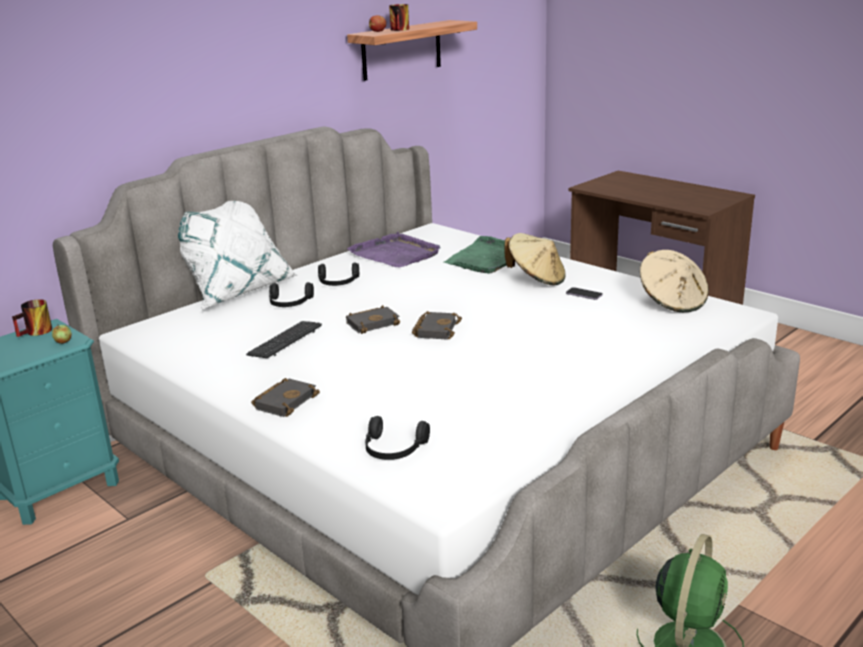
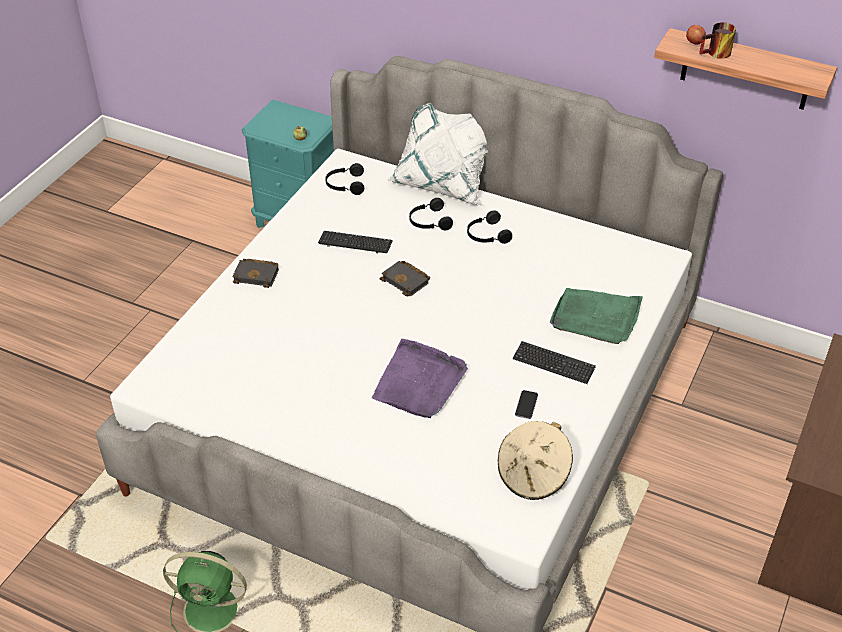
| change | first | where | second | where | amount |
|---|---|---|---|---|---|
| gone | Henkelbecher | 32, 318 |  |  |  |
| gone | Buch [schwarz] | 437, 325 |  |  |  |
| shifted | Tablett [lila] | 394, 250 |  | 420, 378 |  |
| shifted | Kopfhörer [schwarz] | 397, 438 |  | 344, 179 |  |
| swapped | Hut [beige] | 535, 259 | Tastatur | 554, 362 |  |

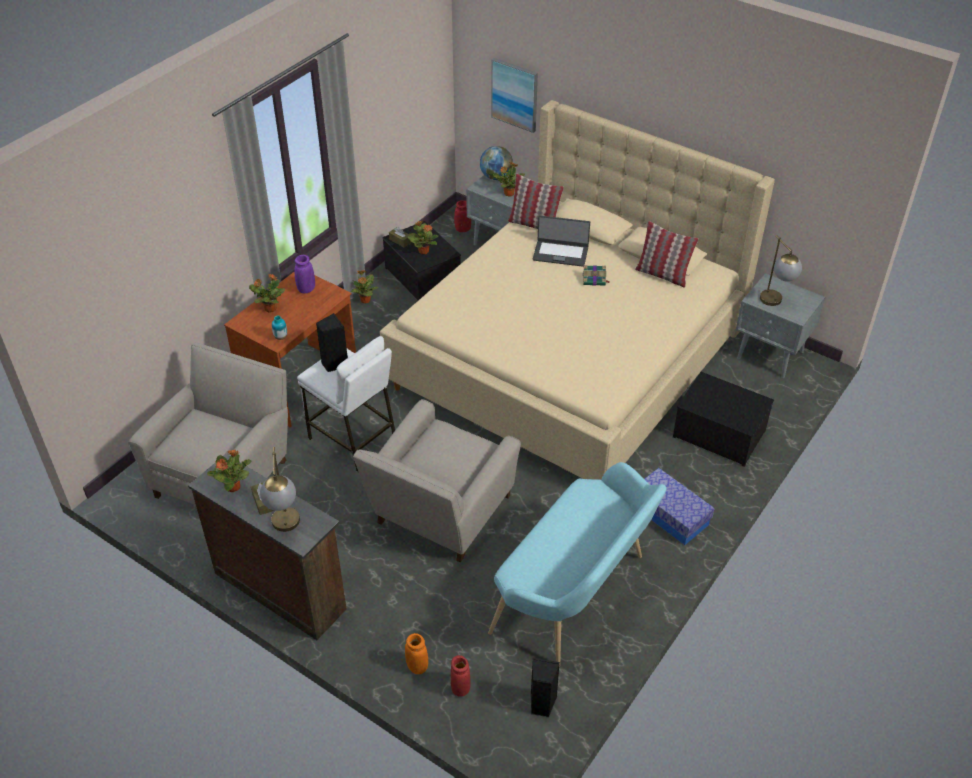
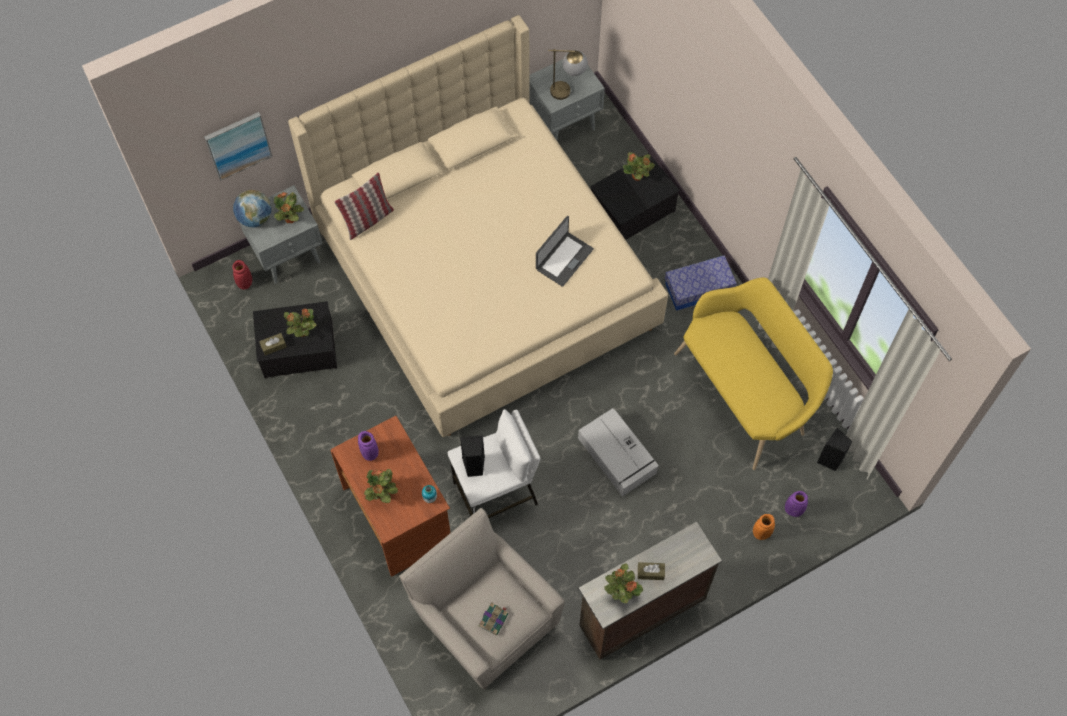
| change | first | where | second | where | amount |
|---|---|---|---|---|---|
| gone | Tischlampe | 280, 489 |  |  |  |
| gone | Kissen | 666, 254 |  |  |  |
| shifted | Topfpflanze | 364, 286 |  | 639, 166 |  |
| shifted | Laptop | 561, 241 |  | 565, 251 |  |
| shifted | Buch | 596, 275 |  | 493, 618 |  |
| swapped | Sessel [beige] | 437, 480 | Aufbewahrungsbox [grau] | 618, 452 |  |
| repainted | Vase [rot] | 461, 676 | Vase [lila] | 796, 504 |  |
| repainted | Bank [türkis] | 577, 564 | Bank [gelb] | 753, 373 |  |

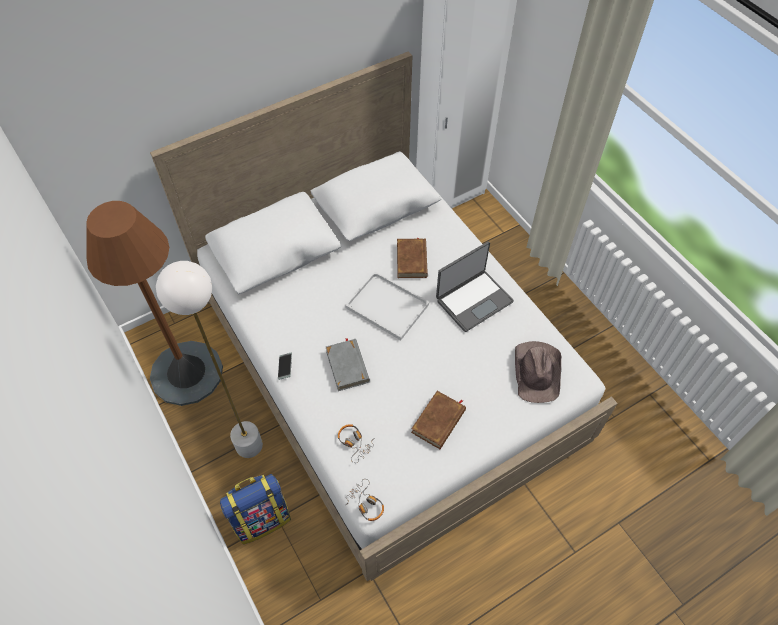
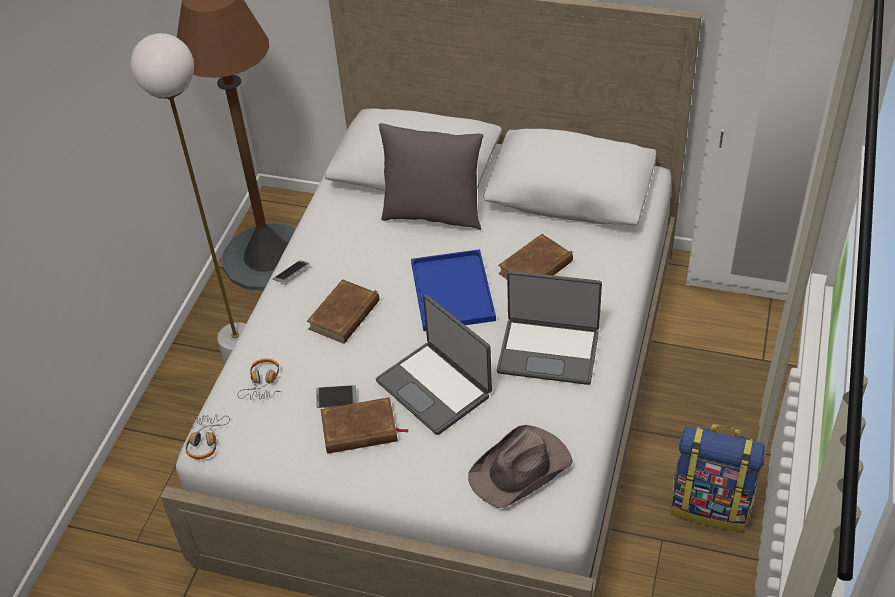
| change | first | where | second | where | amount |
|---|---|---|---|---|---|
| new |  |  | Handy | 336, 396 |  |
| new |  |  | Laptop | 434, 365 |  |
| new |  |  | Kissen [grau] | 431, 176 |  |
| shifted | Rucksack | 255, 509 |  | 717, 478 |  |
| repainted | Buch [grau] | 348, 364 | Buch [braun] | 343, 311 |  |
| repainted | Tablett [weiß] | 387, 306 | Tablett [blau] | 453, 290 |  |

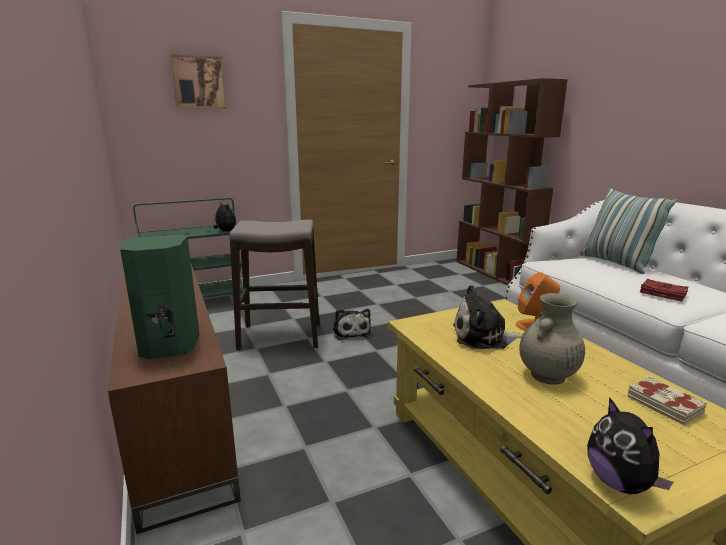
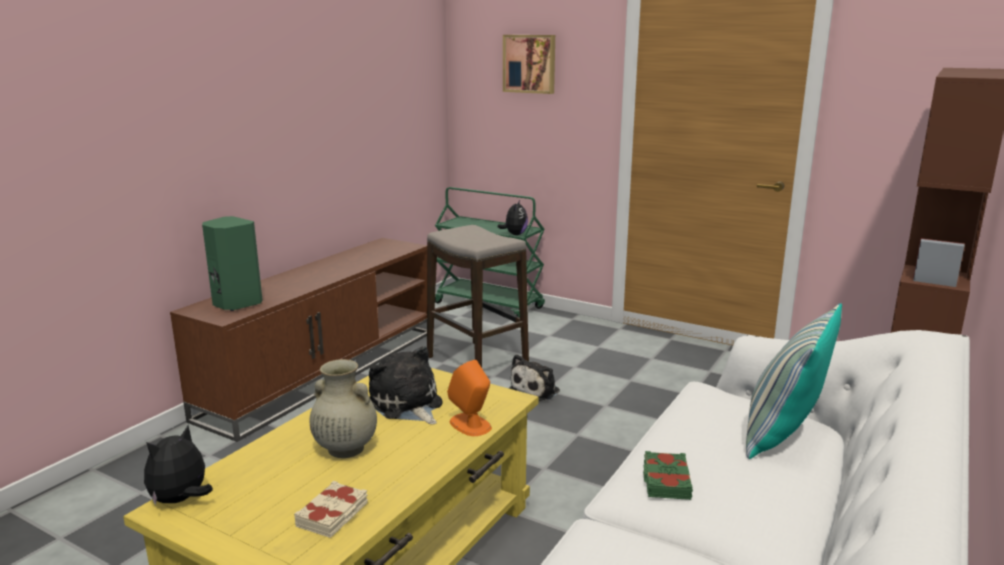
| change | first | where | second | where | amount |
|---|---|---|---|---|---|
| repainted | Buch [rot] | 664, 290 | Buch [grün] | 668, 475 |  |

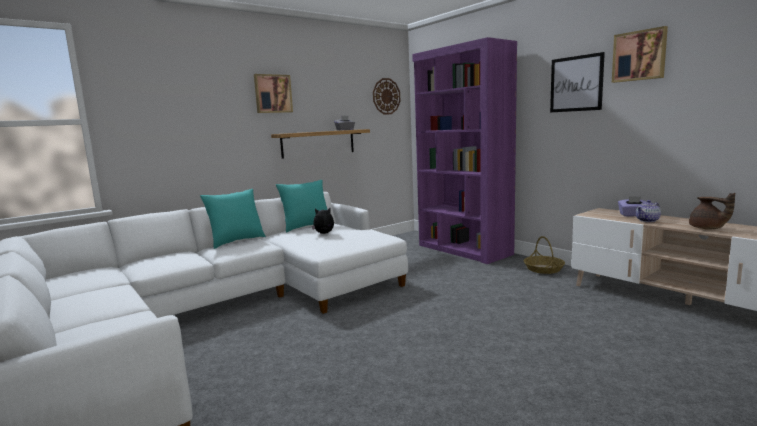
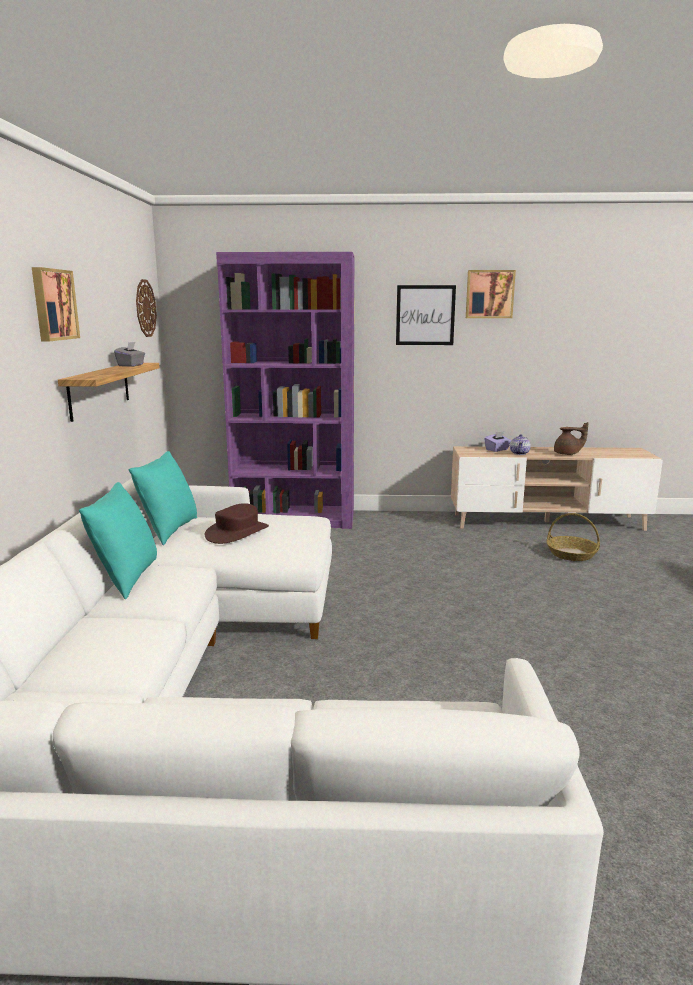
| change | first | where | second | where | amount |
|---|---|---|---|---|---|
| shifted | Korb | 544, 255 |  | 573, 537 |  |
| swapped | Plüschtier | 323, 221 | Hut [braun] | 236, 523 |  |

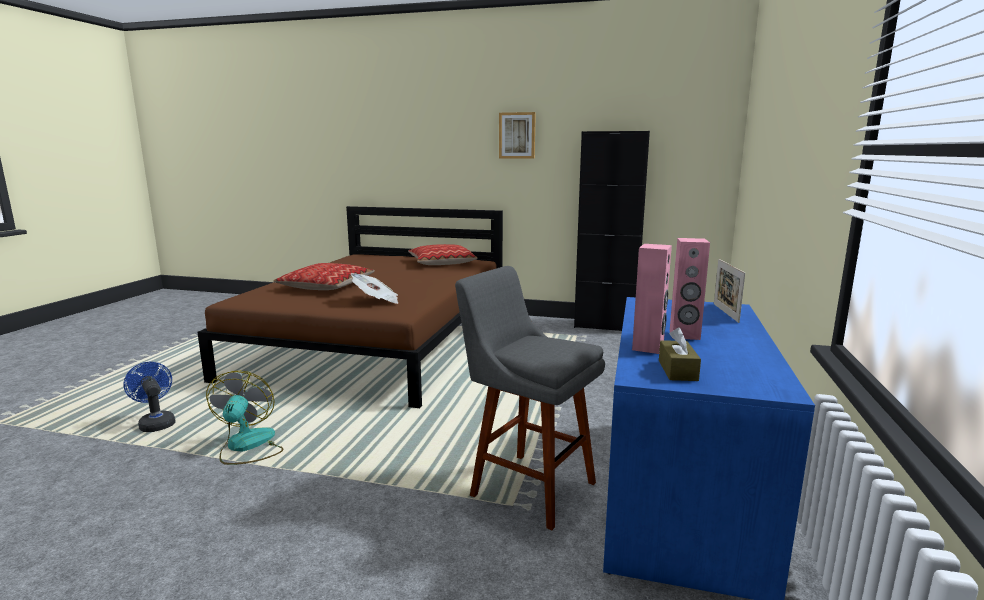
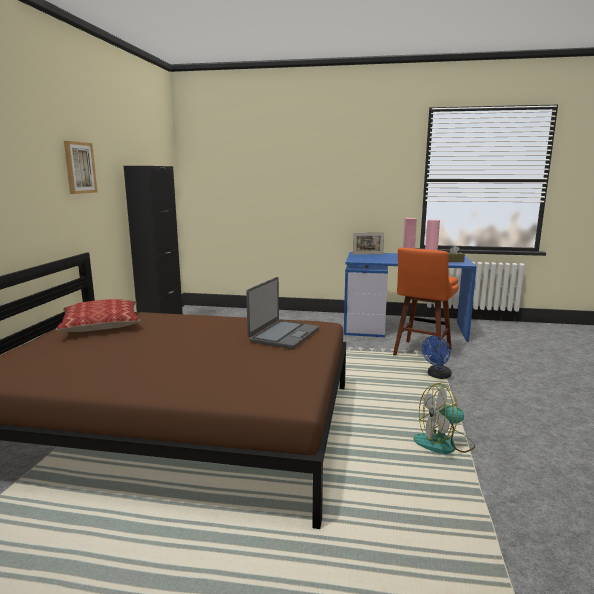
| change | first | where | second | where | amount |
|---|---|---|---|---|---|
| gone | Kissen | 324, 276 |  |  |  |
| shifted | Ventilator [blau] | 149, 397 |  | 436, 357 |  |
| swapped | Zeitung | 374, 288 | Laptop | 282, 313 |  |
| repainted | Hocker [grau] | 530, 398 | Hocker [orange] | 426, 302 |  |

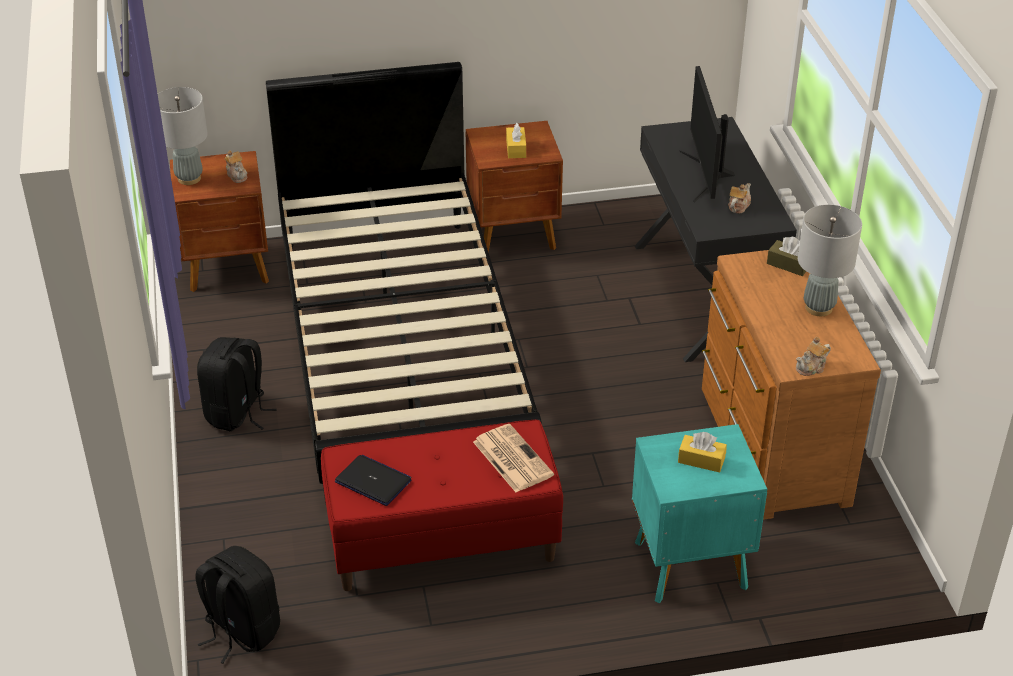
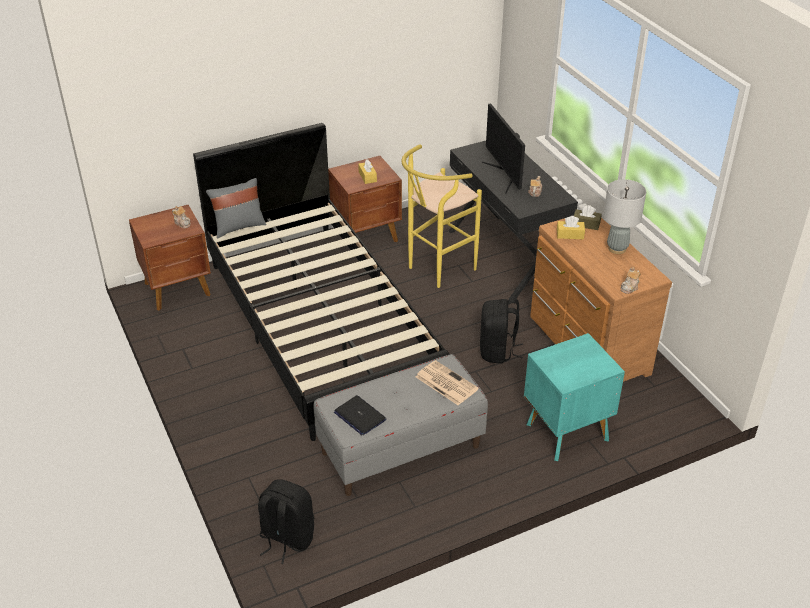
| change | first | where | second | where | amount |
|---|---|---|---|---|---|
| gone | Tischlampe [grau] | 183, 136 |  |  |  |
| new |  |  | Kissen [grau] | 236, 208 |  |
| new |  |  | Hocker [gelb] | 441, 216 |  |
| shifted | Rucksack [schwarz] | 237, 384 |  | 501, 330 |  |
| shifted | Taschentuchbox [gelb] | 702, 452 |  | 571, 228 |  |
| repainted | Bank [rot] | 442, 505 | Bank [grau] | 400, 425 |  |
| rotated | Laptop | 373, 480 |  | 360, 415 | 150 degrees counterclockwise |

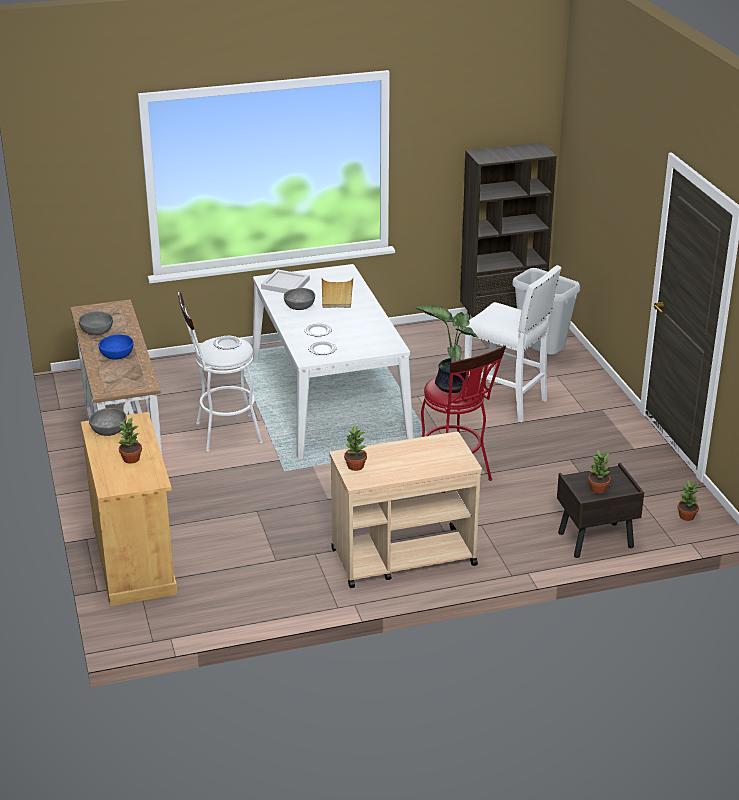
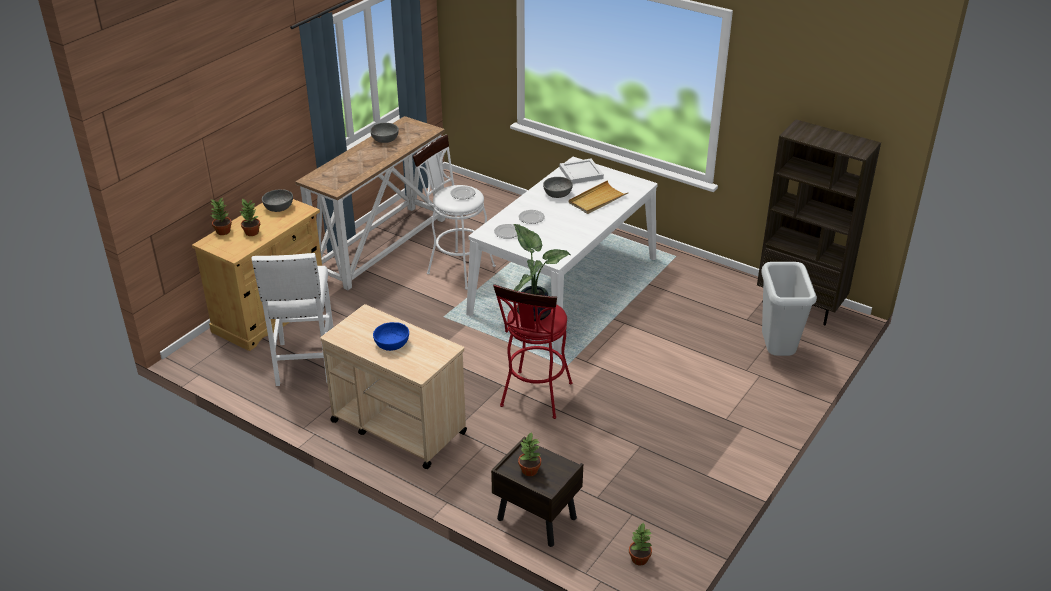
| change | first | where | second | where | amount |
|---|---|---|---|---|---|
| shifted | Schüssel [blau] | 116, 347 |  | 391, 336 |  |
| shifted | Topfpflanze | 355, 448 |  | 221, 216 |  |
| shifted | Hocker [weiß] | 513, 344 |  | 292, 319 |  |

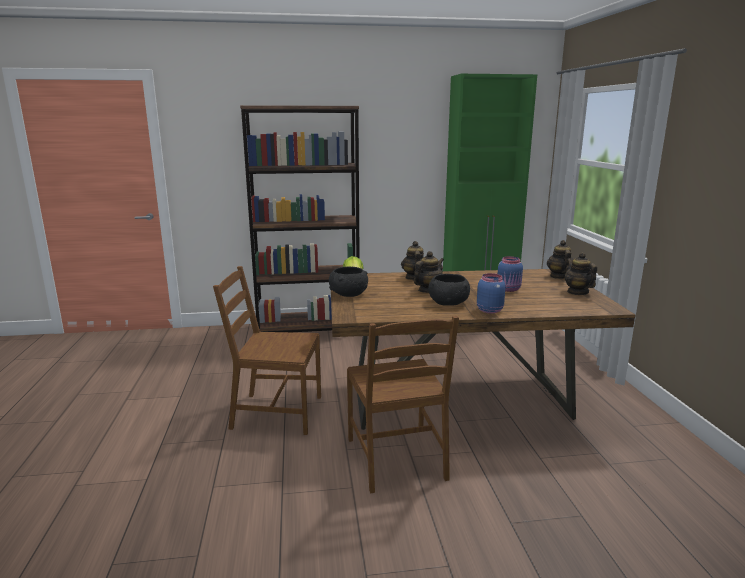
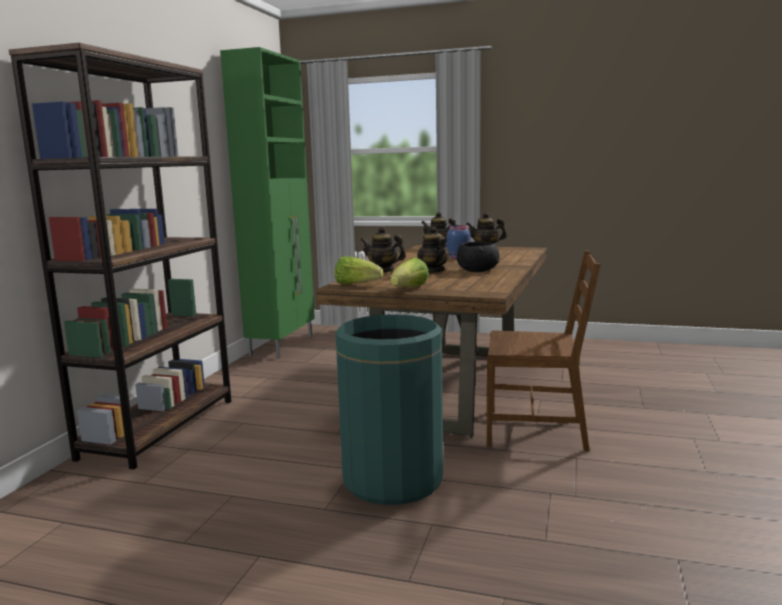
| change | first | where | second | where | amount |
|---|---|---|---|---|---|
| gone | Vorratsglas [blau] | 491, 293 |  |  |  |
| swapped | Stuhl [braun] | 267, 350 | Mülleimer [grün] | 389, 409 |  |
| swapped | Schüssel [schwarz] | 348, 281 | Salatkopf | 410, 272 |  |

